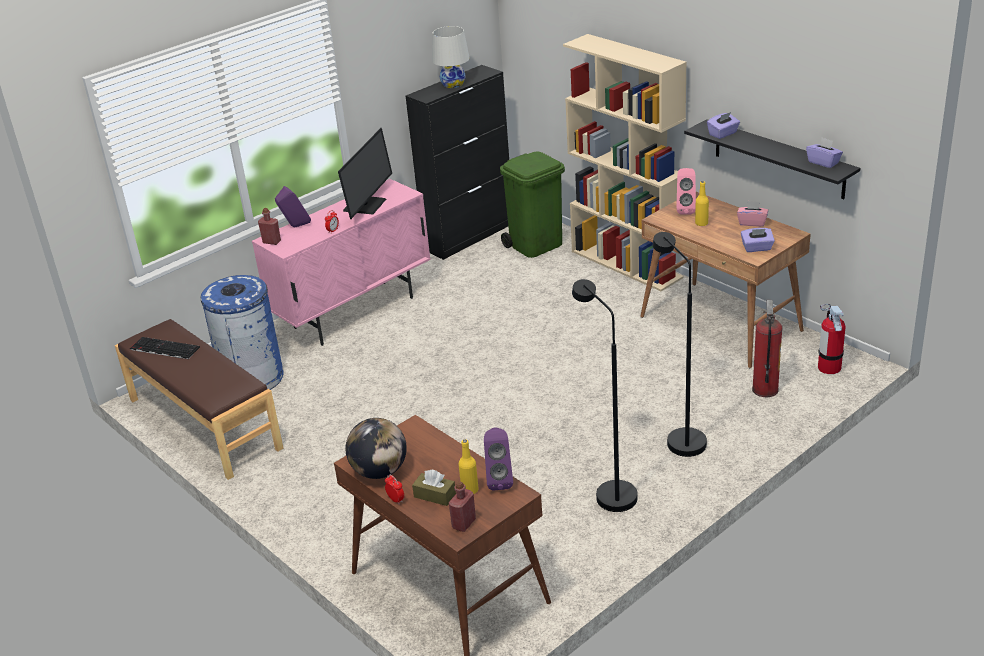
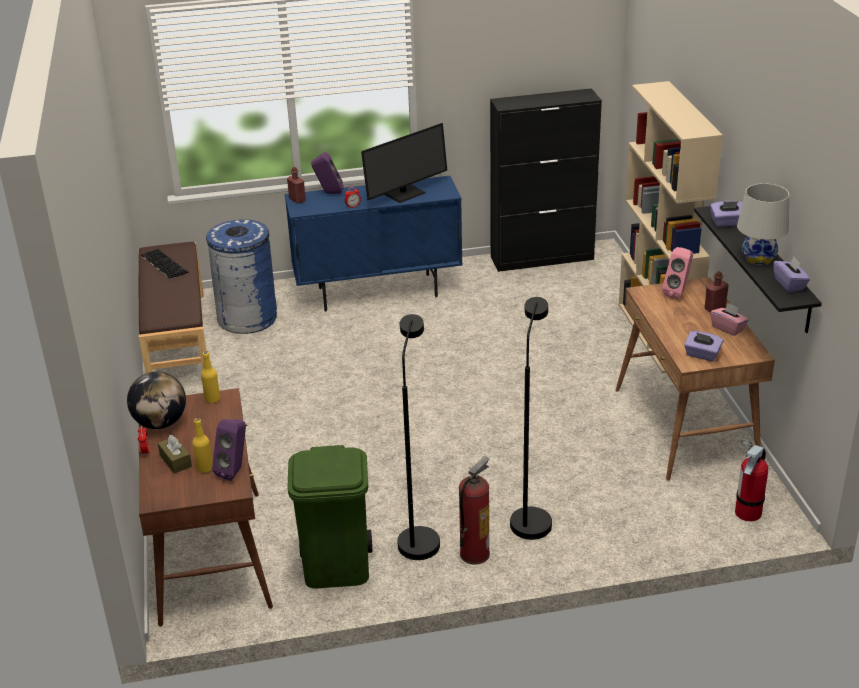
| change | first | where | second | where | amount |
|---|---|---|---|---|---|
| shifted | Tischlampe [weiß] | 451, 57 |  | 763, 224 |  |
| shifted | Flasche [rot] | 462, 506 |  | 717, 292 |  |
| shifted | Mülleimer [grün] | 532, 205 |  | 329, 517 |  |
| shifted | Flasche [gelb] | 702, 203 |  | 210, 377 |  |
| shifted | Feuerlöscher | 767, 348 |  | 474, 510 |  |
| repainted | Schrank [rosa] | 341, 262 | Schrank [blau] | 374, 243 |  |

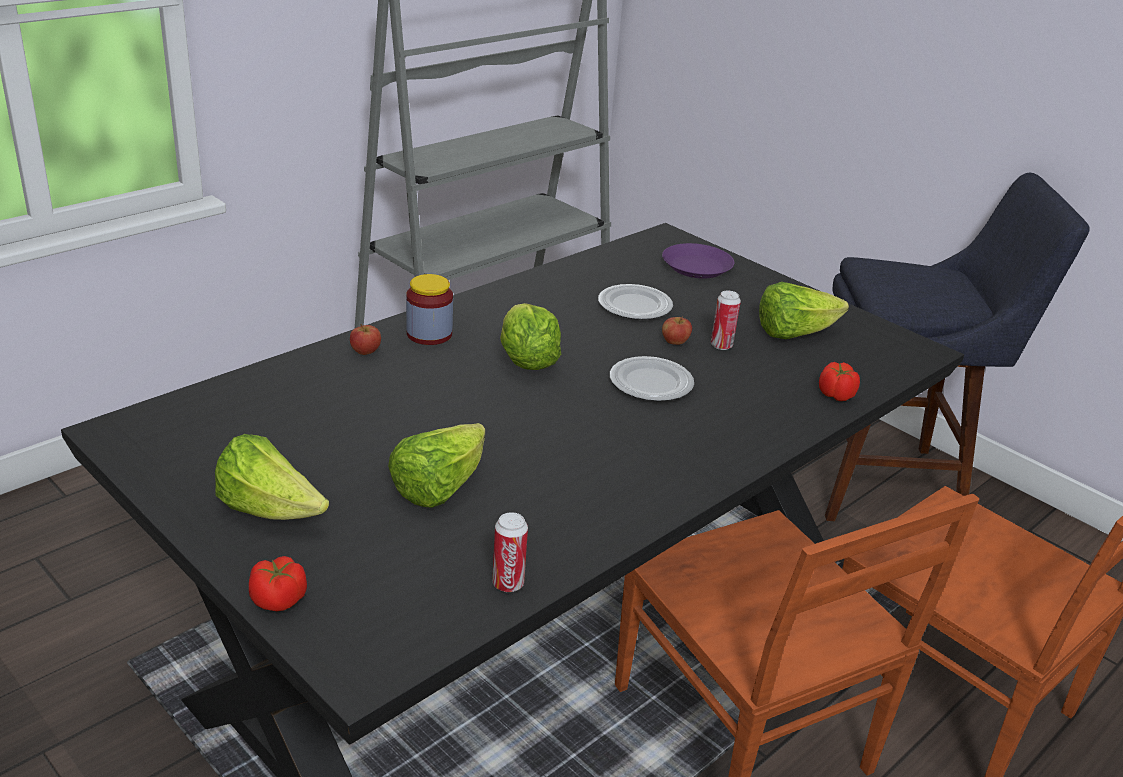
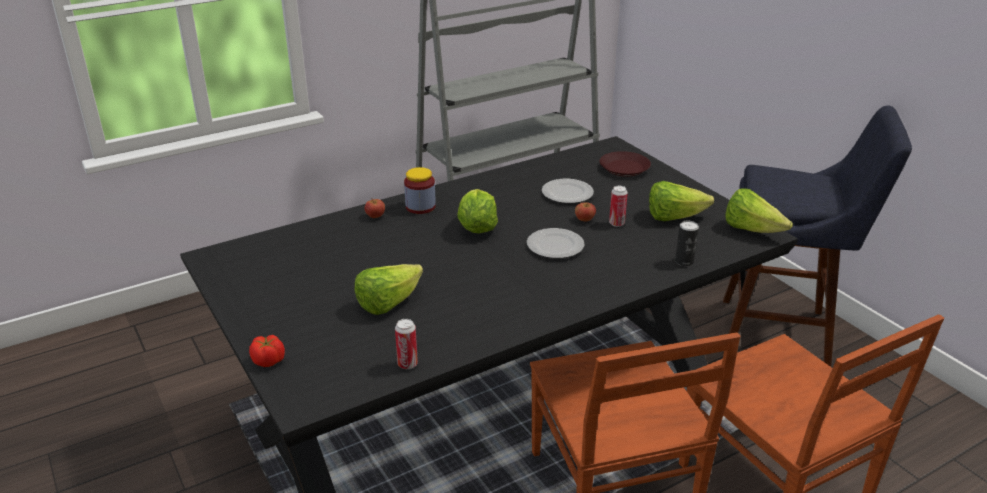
| change | first | where | second | where | amount |
|---|---|---|---|---|---|
| shifted | Salatkopf | 272, 477 |  | 759, 210 |  |
| swapped | Tomate | 839, 381 | Dose | 687, 243 |  |
| repainted | Teller [lila] | 698, 261 | Teller [braun] | 625, 164 |  |

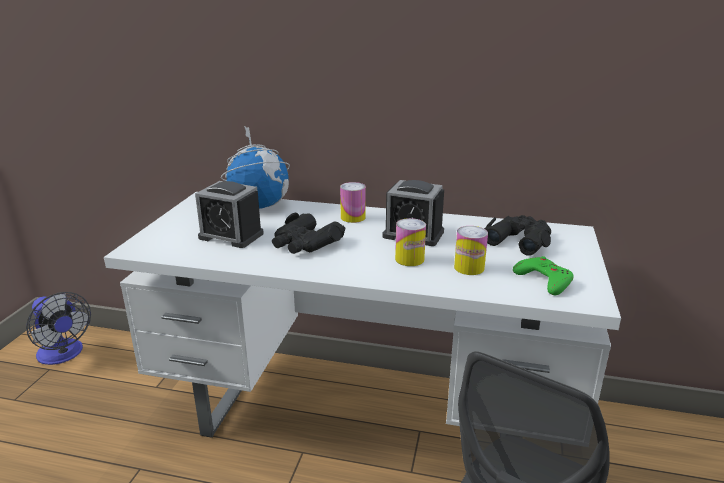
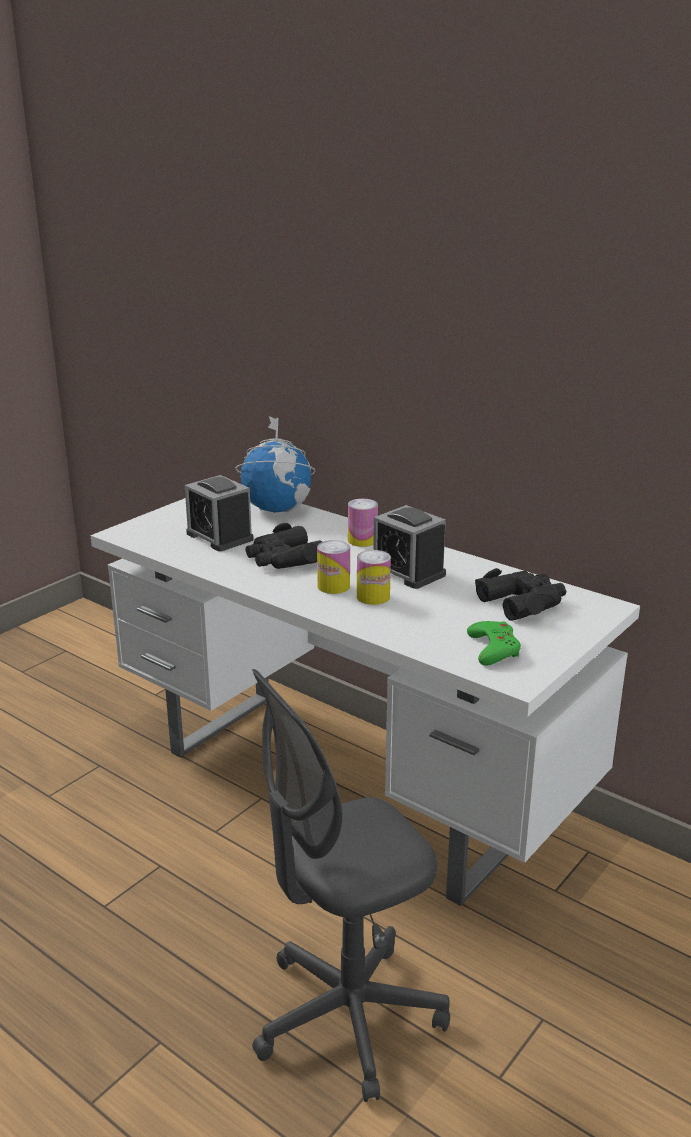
| change | first | where | second | where | amount |
|---|---|---|---|---|---|
| gone | Ventilator | 58, 328 |  |  |  |
| shifted | Dose | 471, 250 |  | 333, 567 |  |

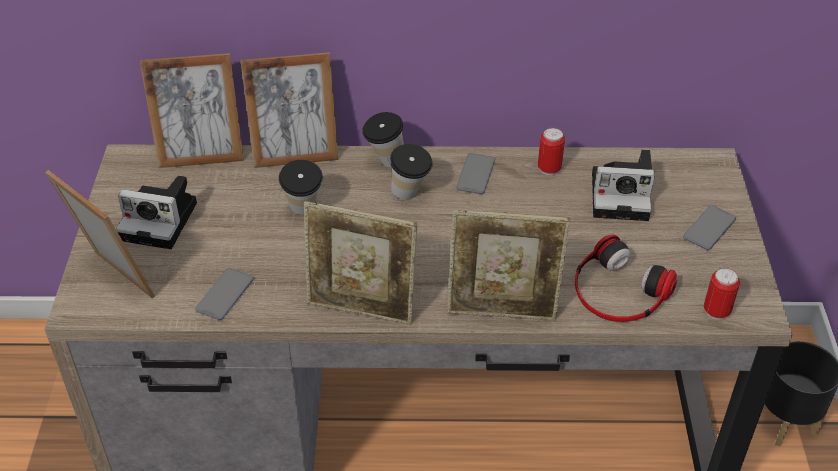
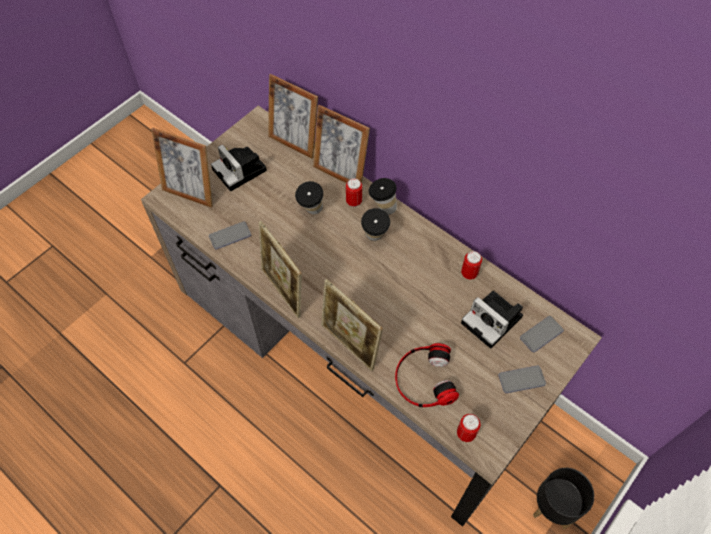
| change | first | where | second | where | amount |
|---|---|---|---|---|---|
| new |  |  | Dose | 354, 192 |  |
| shifted | Handy | 475, 173 |  | 542, 334 |  |
| rotated | Bilderrahmen | 100, 234 |  | 181, 167 | 120 degrees clockwise |

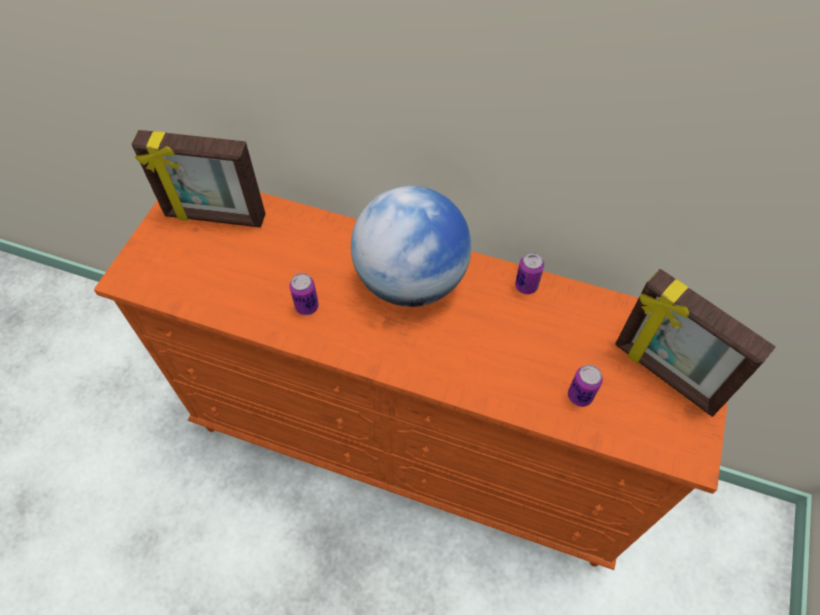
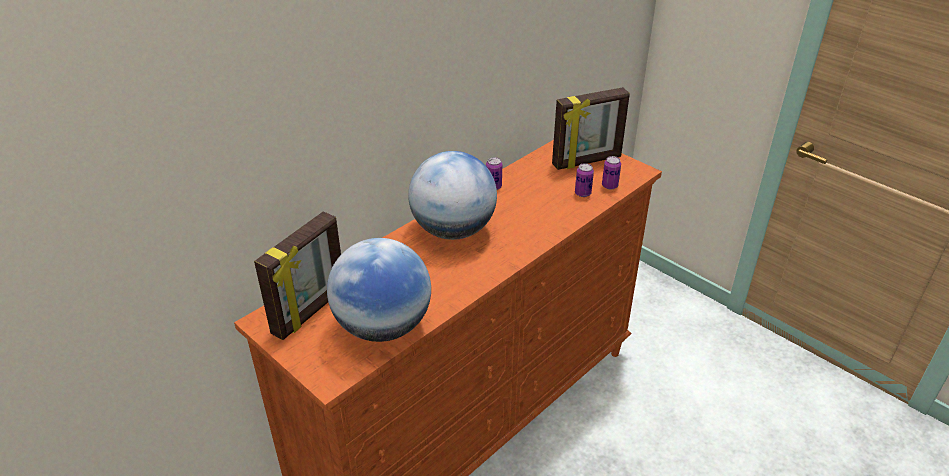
| change | first | where | second | where | amount |
|---|---|---|---|---|---|
| new |  |  | Globus | 379, 290 |  |
| shifted | Dose | 304, 294 |  | 611, 173 |  |

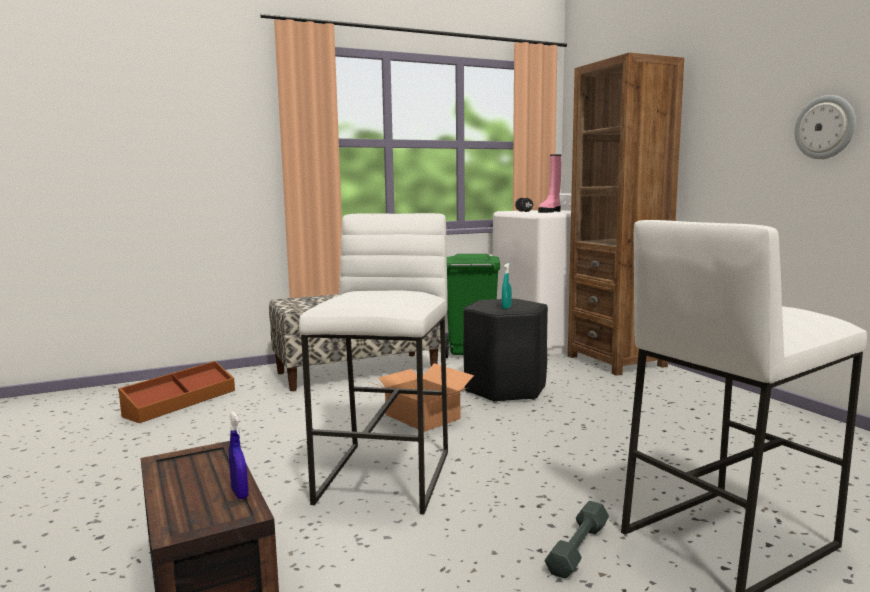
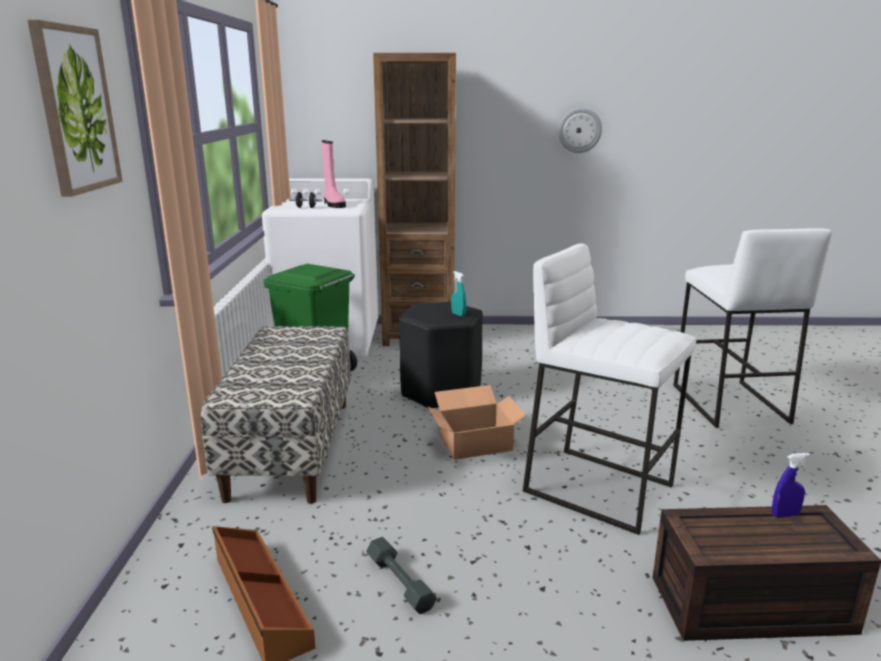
| change | first | where | second | where | amount |
|---|---|---|---|---|---|
| new |  |  | Bild | 75, 108 |  |
| shifted | Hantel [grau] | 576, 539 |  | 401, 575 |  |

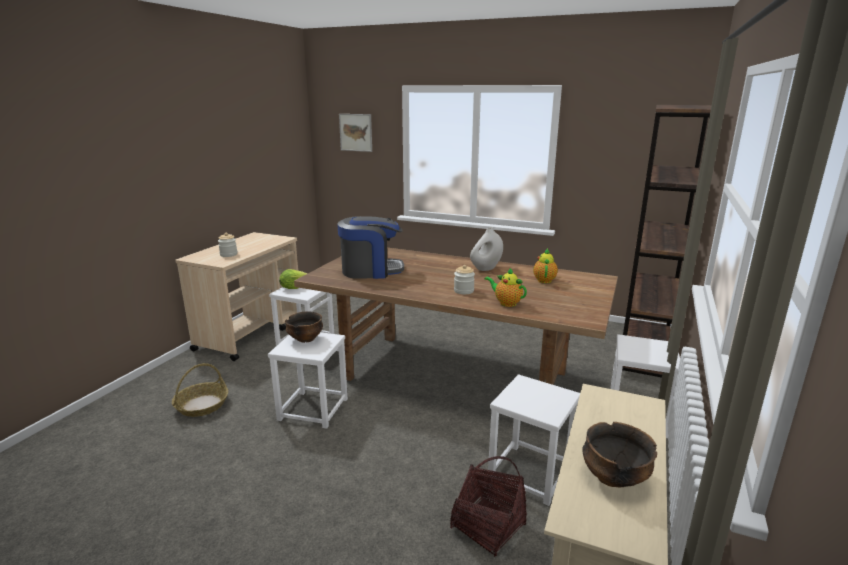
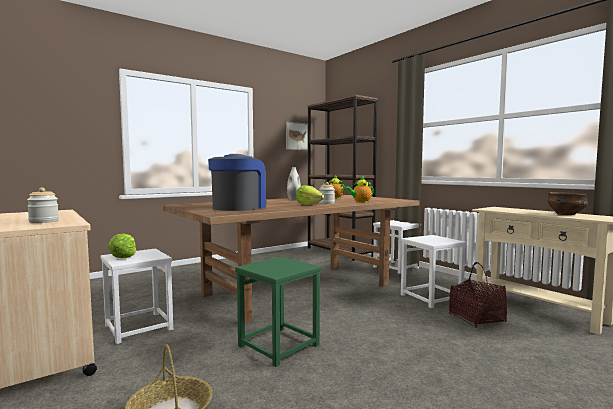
| change | first | where | second | where | amount |
|---|---|---|---|---|---|
| gone | Schüssel | 304, 327 |  |  |  |
| new |  |  | Salatkopf | 310, 195 |  |
| shifted | Bild | 355, 133 |  | 297, 136 |  |
| repainted | Hocker [weiß] | 308, 380 | Hocker [grün] | 278, 312 |  |

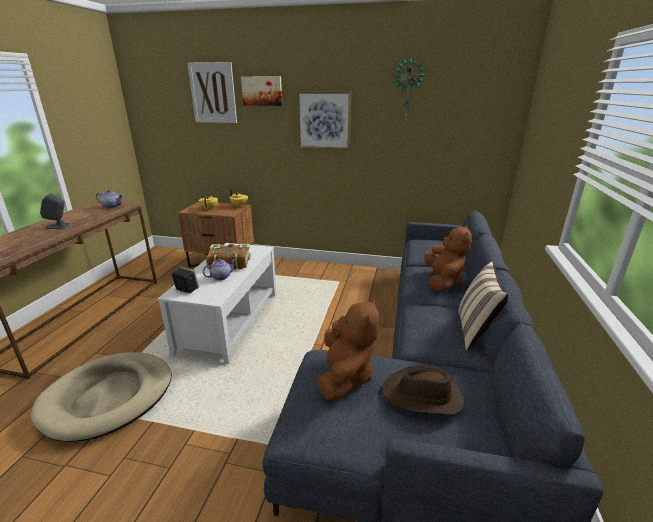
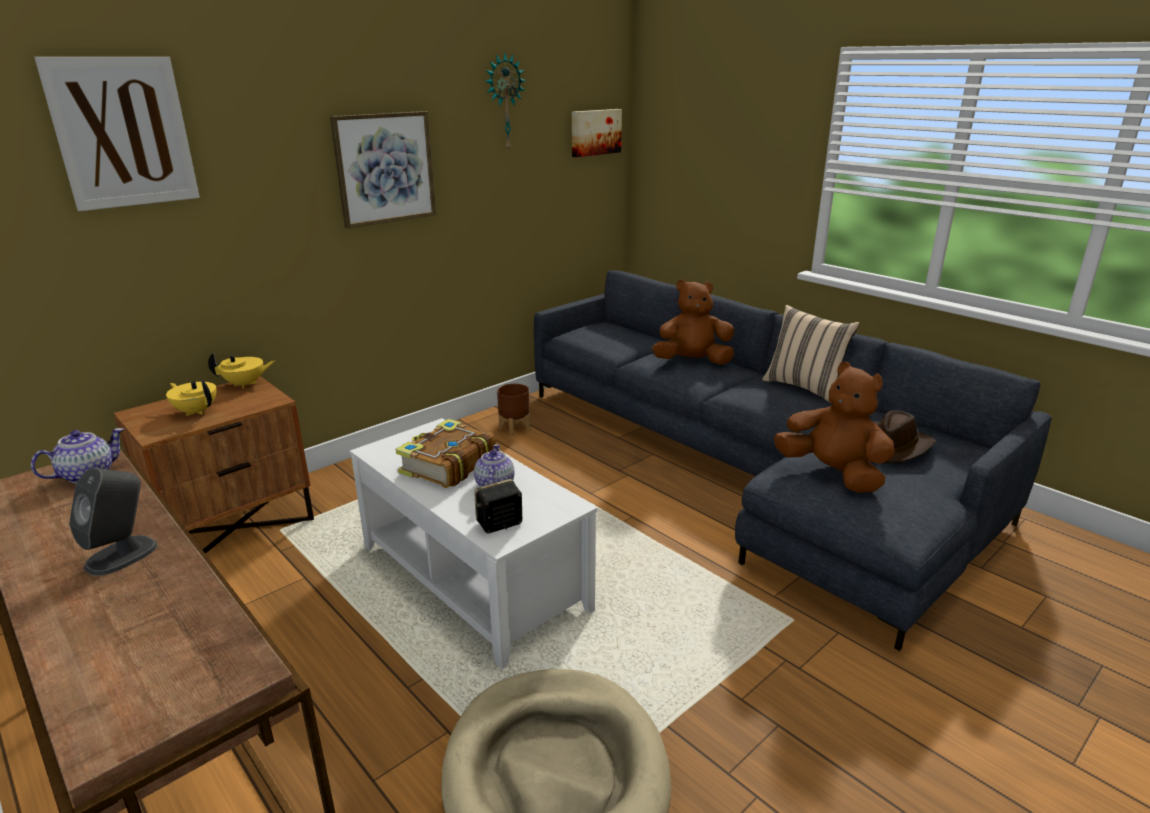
| change | first | where | second | where | amount |
|---|---|---|---|---|---|
| new |  |  | Pflanzkübel [braun] | 513, 410 |  |
| shifted | Bild | 261, 91 |  | 597, 133 |  |
| rotated | Plüschtier [braun] | 448, 258 |  | 693, 322 | 45 degrees counterclockwise |

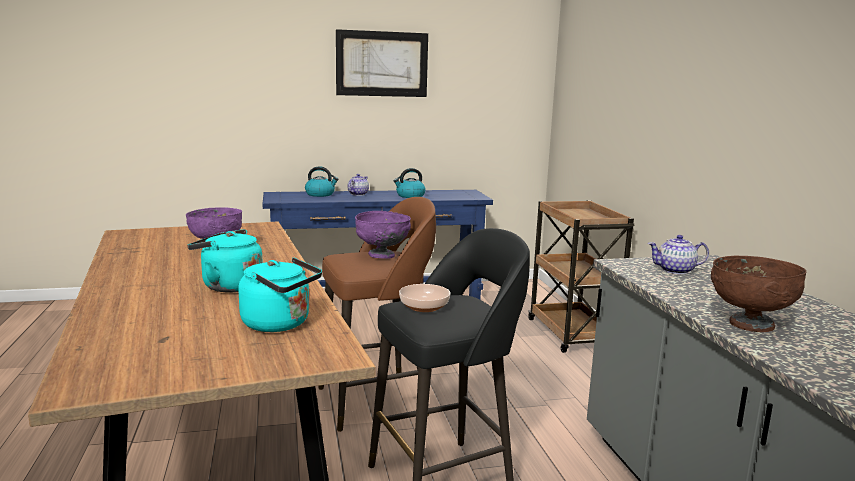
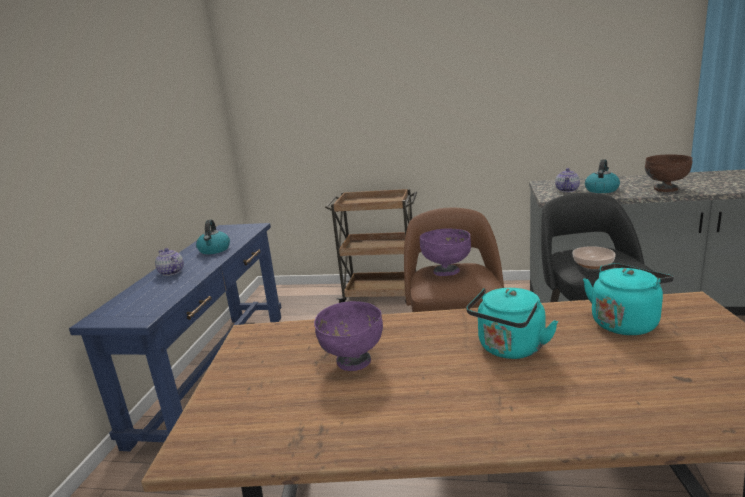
| change | first | where | second | where | amount |
|---|---|---|---|---|---|
| gone | Bild | 382, 63 |  |  |  |
| shifted | Wasserkessel | 322, 181 |  | 602, 176 |  |

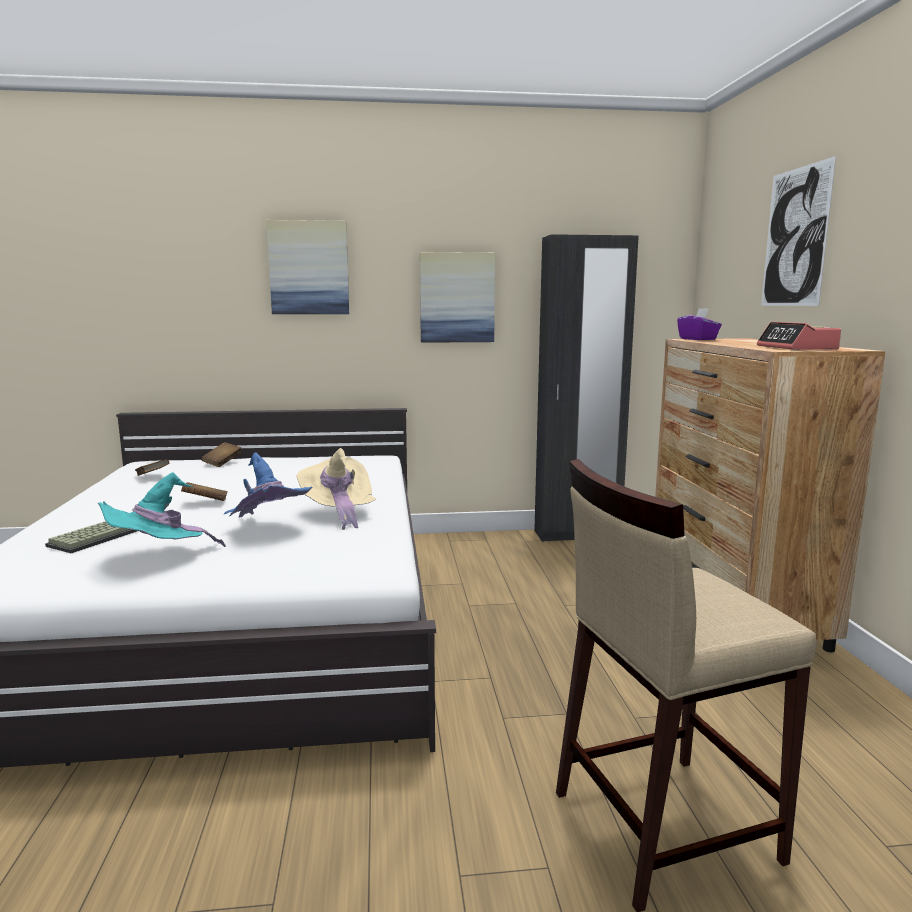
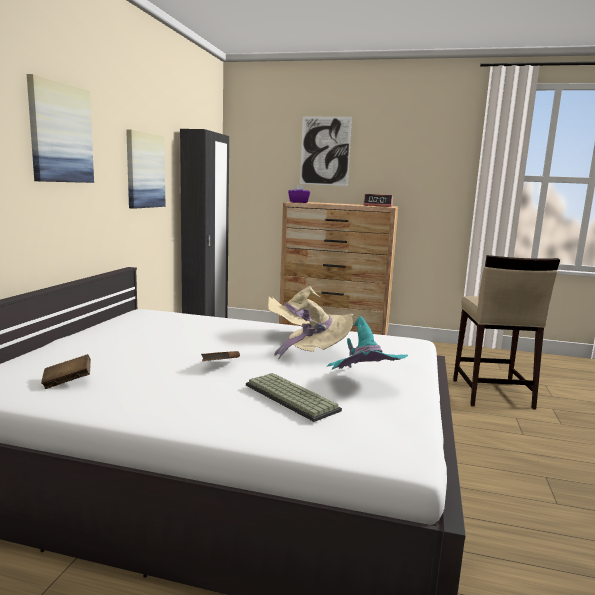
| change | first | where | second | where | amount |
|---|---|---|---|---|---|
| gone | Buch [braun] | 221, 454 |  |  |  |
| repainted | Hut [blau] | 268, 484 | Hut [beige] | 313, 329 |  |

